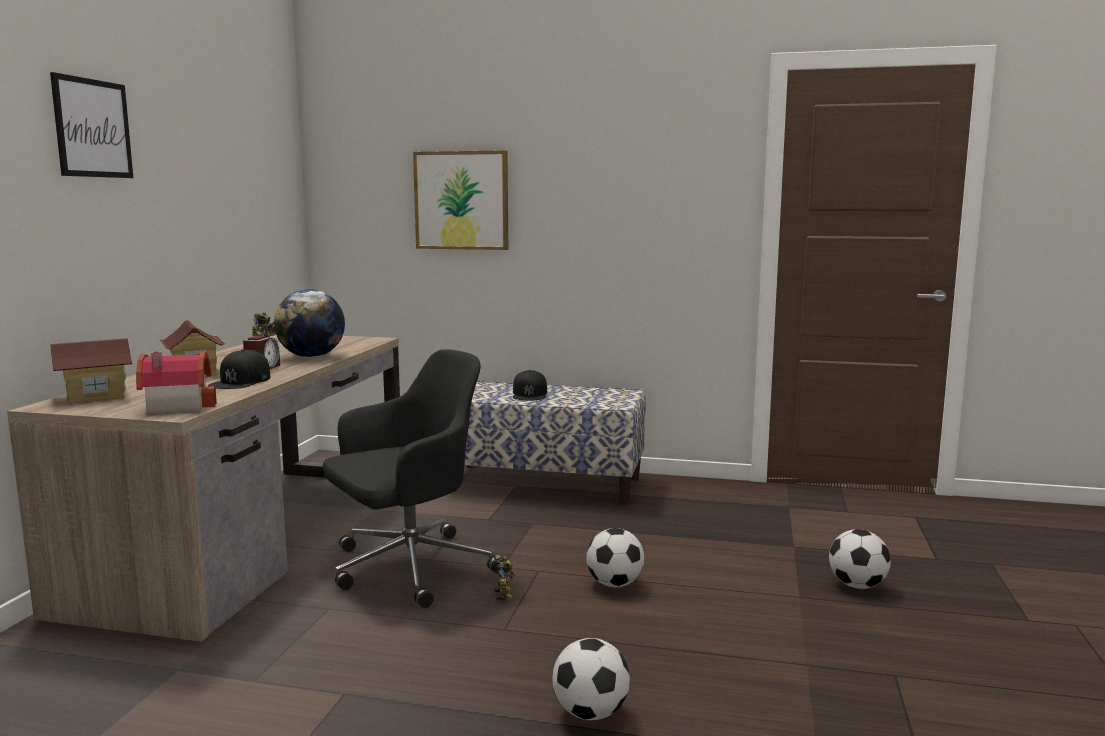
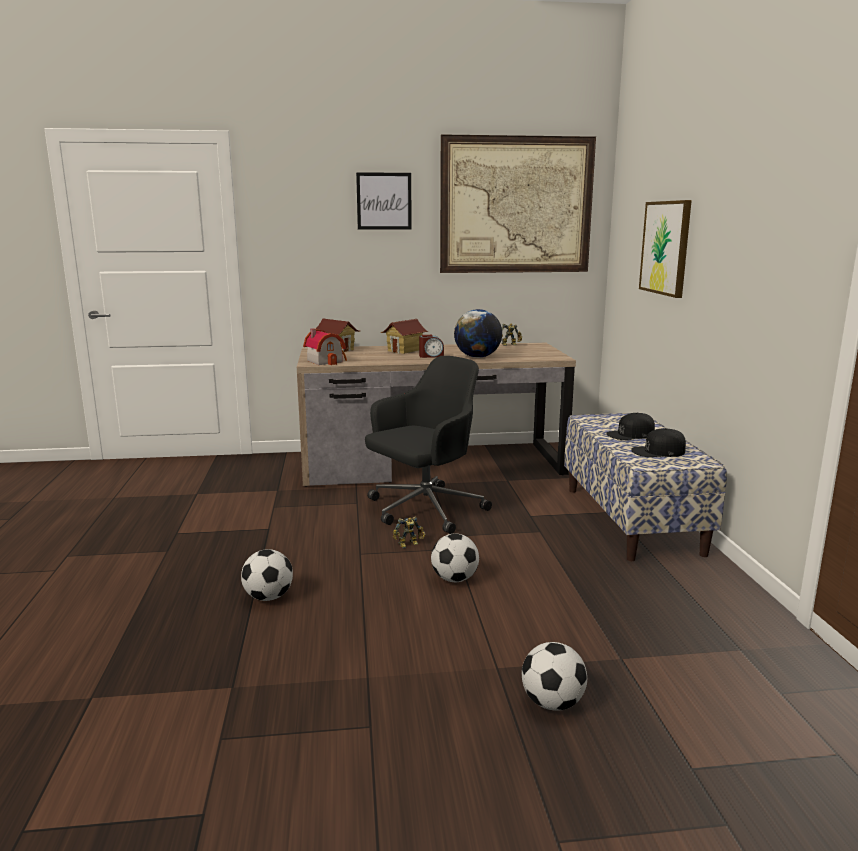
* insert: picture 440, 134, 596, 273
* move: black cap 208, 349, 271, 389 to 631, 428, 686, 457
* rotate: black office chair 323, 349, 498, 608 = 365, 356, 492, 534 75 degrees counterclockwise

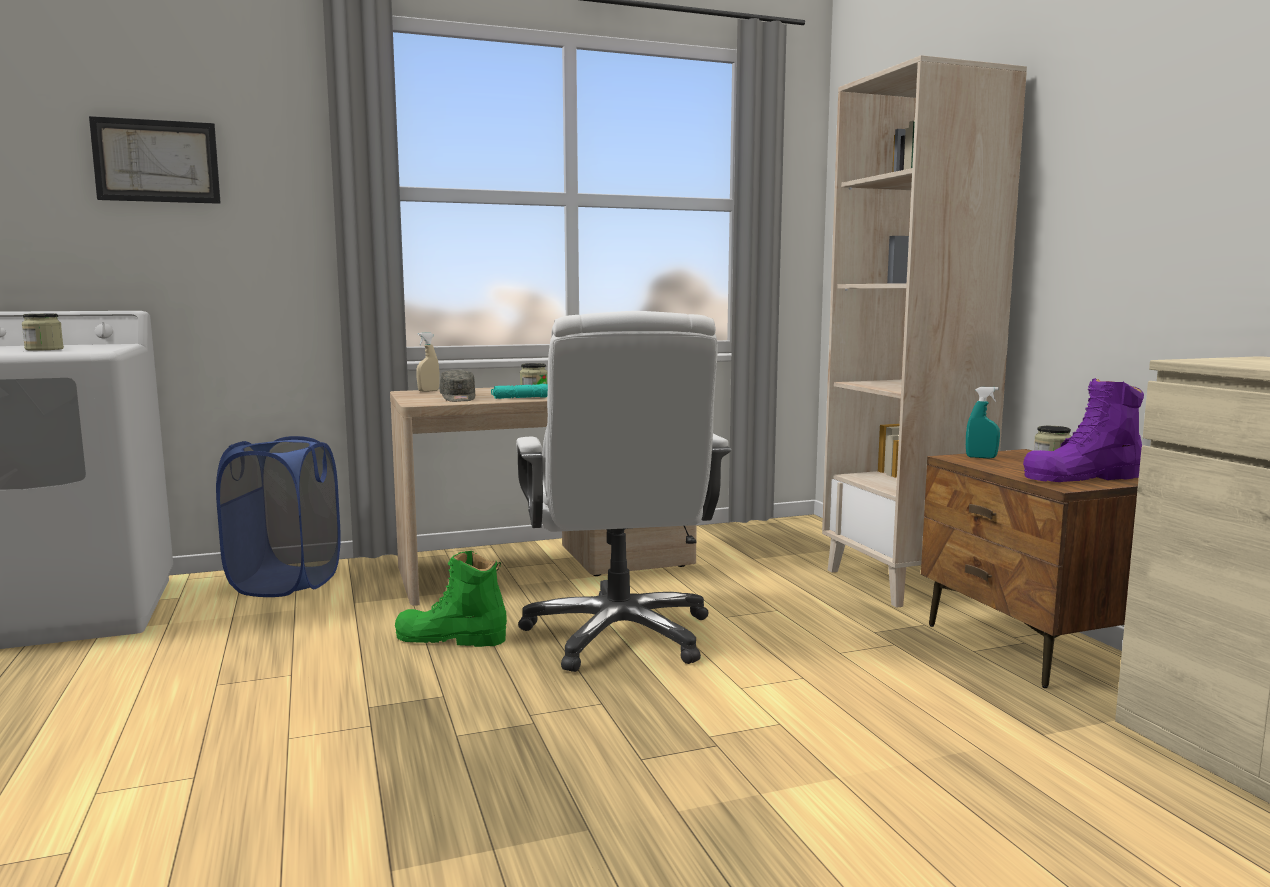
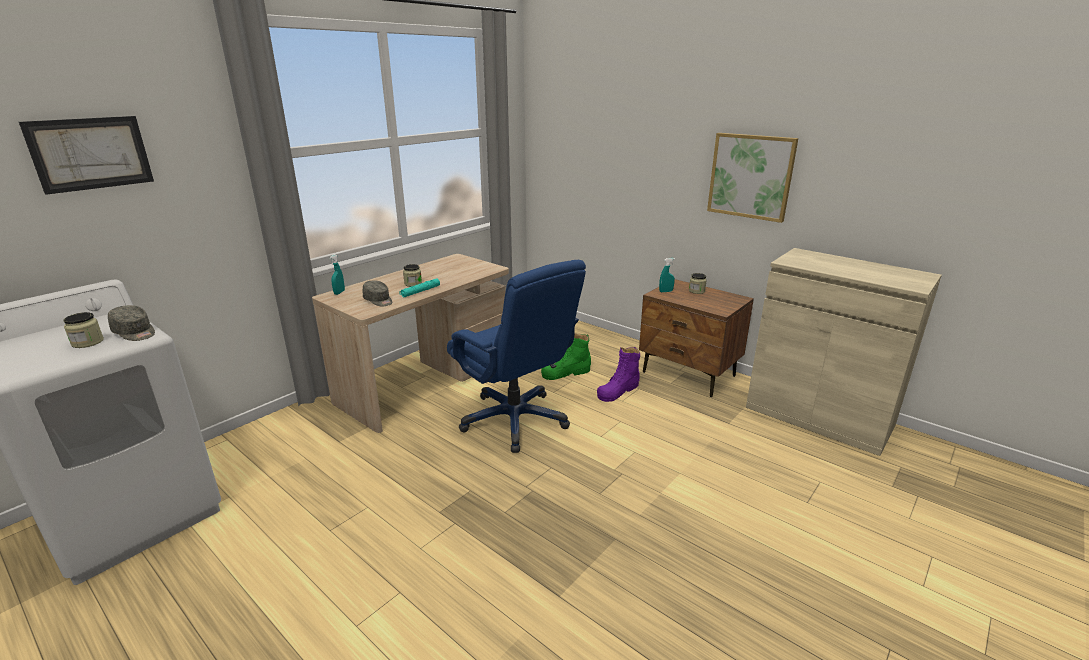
* delete: blue laundry basket 216, 436, 341, 597
* delete: beige bookcase 822, 55, 1027, 608
* insert: grey cap 108, 305, 155, 341
* insert: picture 707, 133, 798, 223
* move: green boot 395, 551, 507, 647 to 541, 333, 591, 380
* move: purple boot 1023, 378, 1144, 482 to 597, 347, 640, 402
* recolor: beige spray bottle 416, 332, 440, 392 to turquoise spray bottle 330, 254, 345, 295
* recolor: white office chair 516, 311, 731, 672 to blue office chair 447, 260, 586, 453

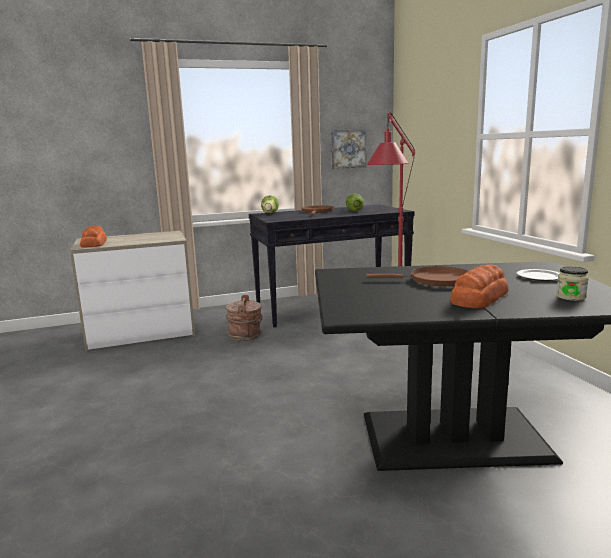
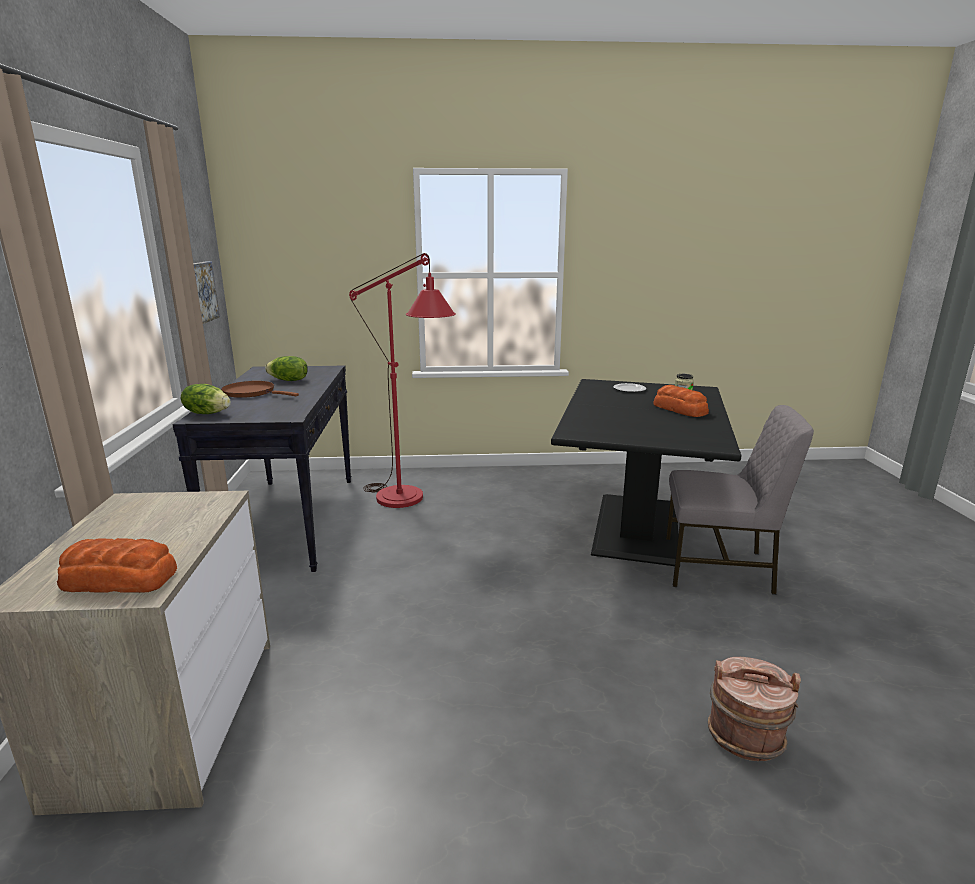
* delete: brown frying pan 366, 266, 468, 286
* insert: grey chair 666, 405, 814, 595
* move: brown bucket 225, 295, 262, 341 to 708, 657, 801, 761

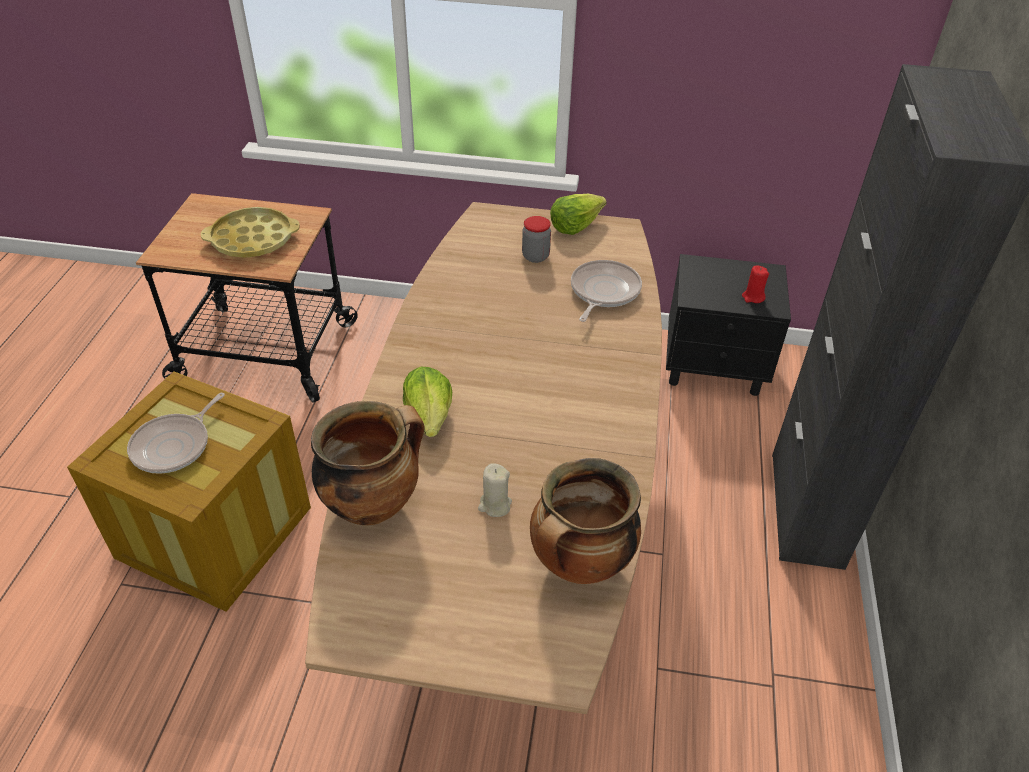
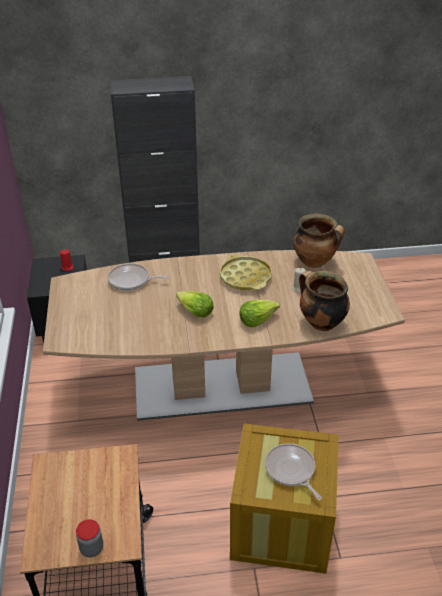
* move: yellow tray 201, 207, 300, 258 to 220, 255, 272, 290
* move: jar 522, 216, 551, 263 to 76, 519, 103, 558
* move: lettuce 550, 194, 607, 235 to 176, 291, 214, 317
* rotate: frying pan 127, 393, 225, 474 = 265, 443, 322, 500 135 degrees counterclockwise

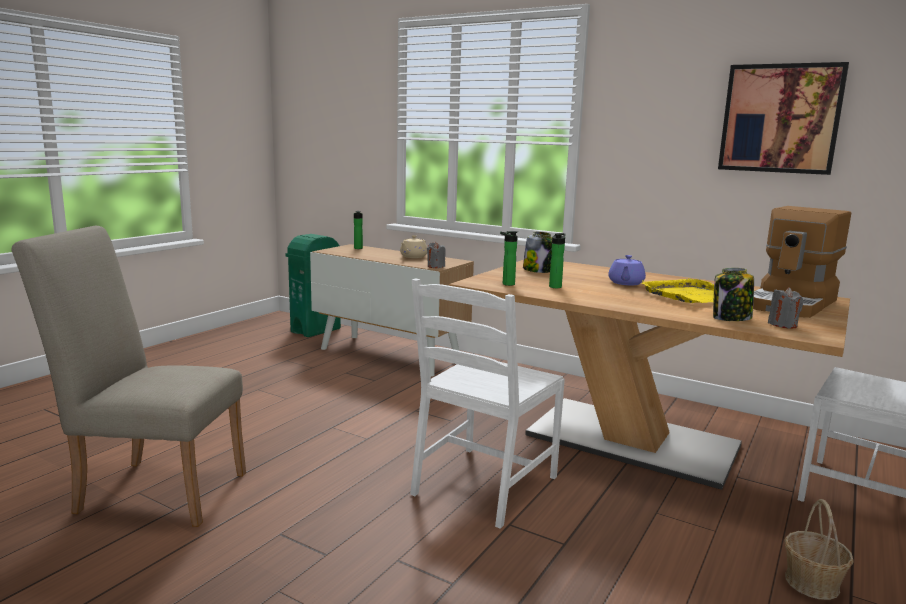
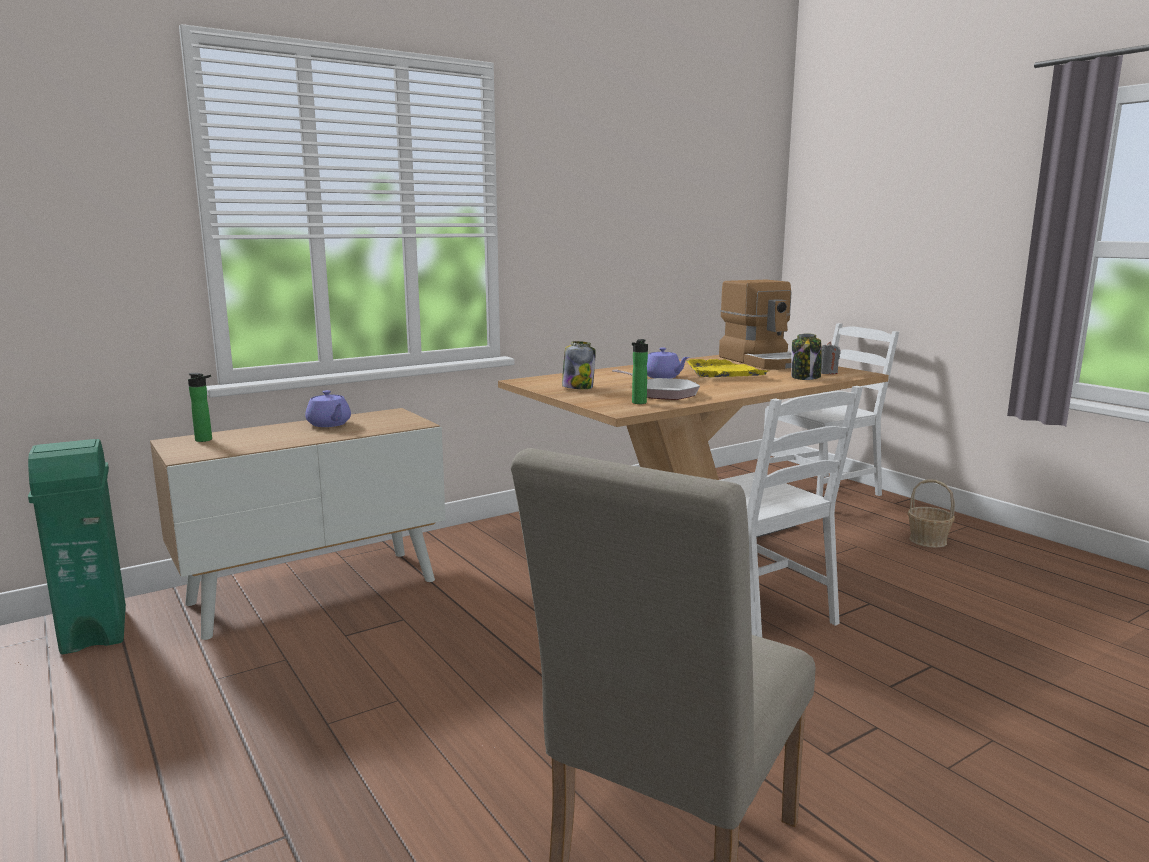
* delete: grey candle 427, 242, 446, 268
* delete: picture 718, 62, 849, 175
* replace: bottle 549, 233, 565, 288 to frying pan 612, 369, 700, 400
* recolor: beige teapot 400, 235, 427, 258 to purple teapot 305, 390, 351, 427

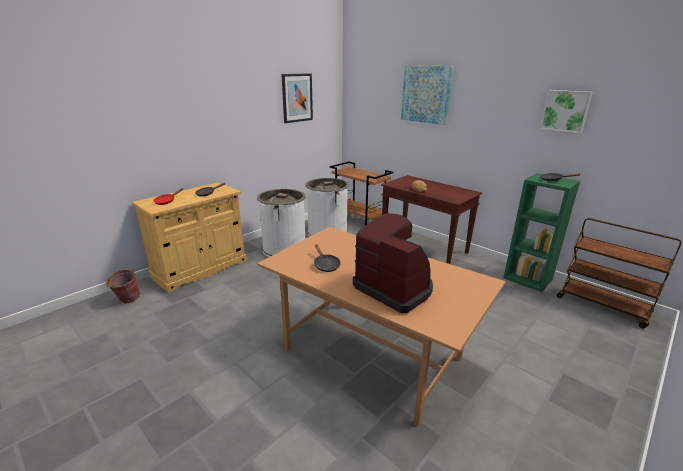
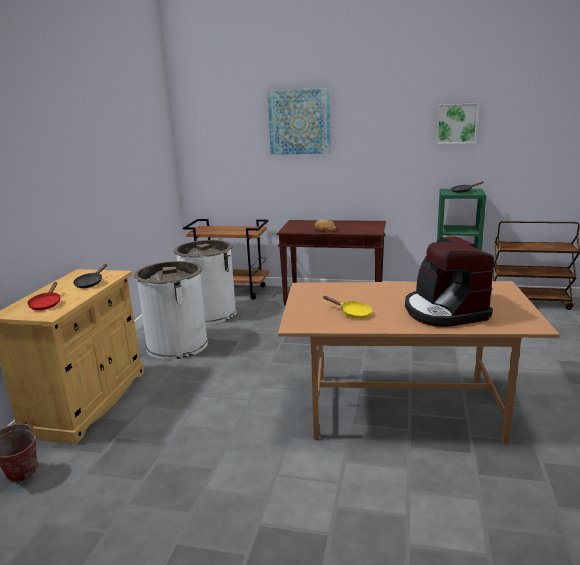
* delete: picture 281, 73, 313, 123
* recolor: black frying pan 314, 244, 341, 272 to yellow frying pan 323, 296, 372, 319
* rotate: coffee machine 353, 213, 433, 313 = 405, 236, 494, 327 120 degrees counterclockwise

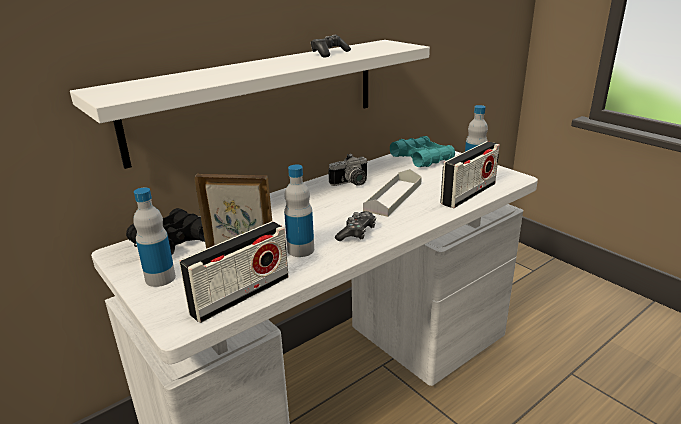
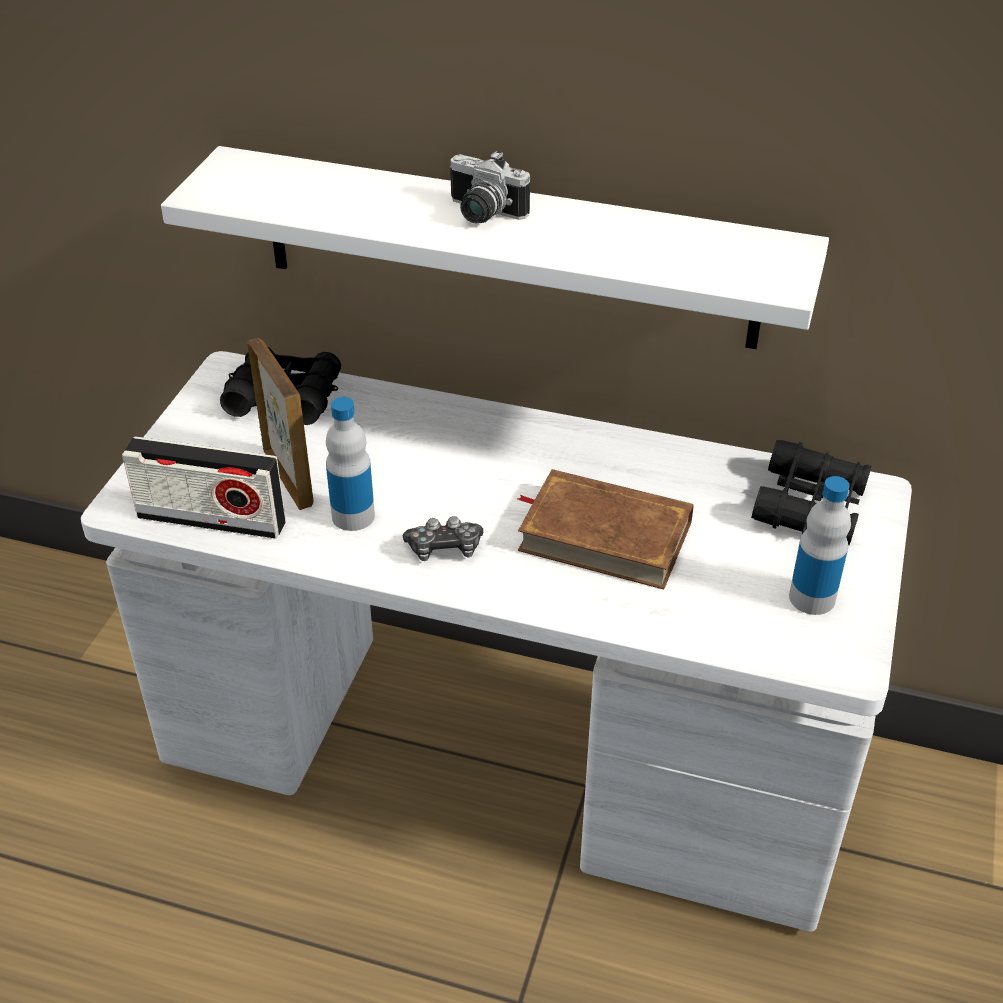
* delete: bottle 134, 187, 176, 287
* delete: game controller 310, 35, 351, 57
* delete: radio 440, 141, 500, 208
* move: photo camera 328, 154, 367, 186 to 449, 151, 530, 223
* replace: grey tray 363, 169, 422, 217 to brown book 517, 469, 694, 589
* recolor: turquoise binoculars 390, 136, 455, 167 to black binoculars 751, 440, 871, 545

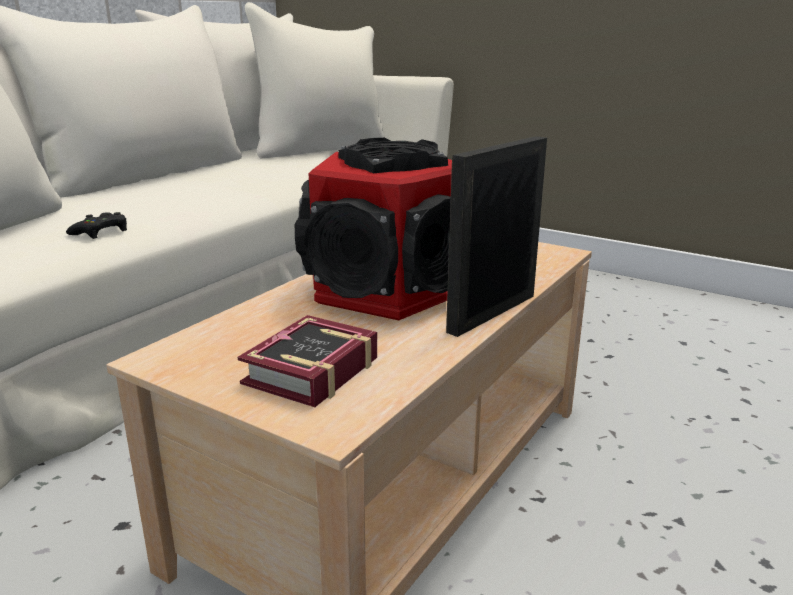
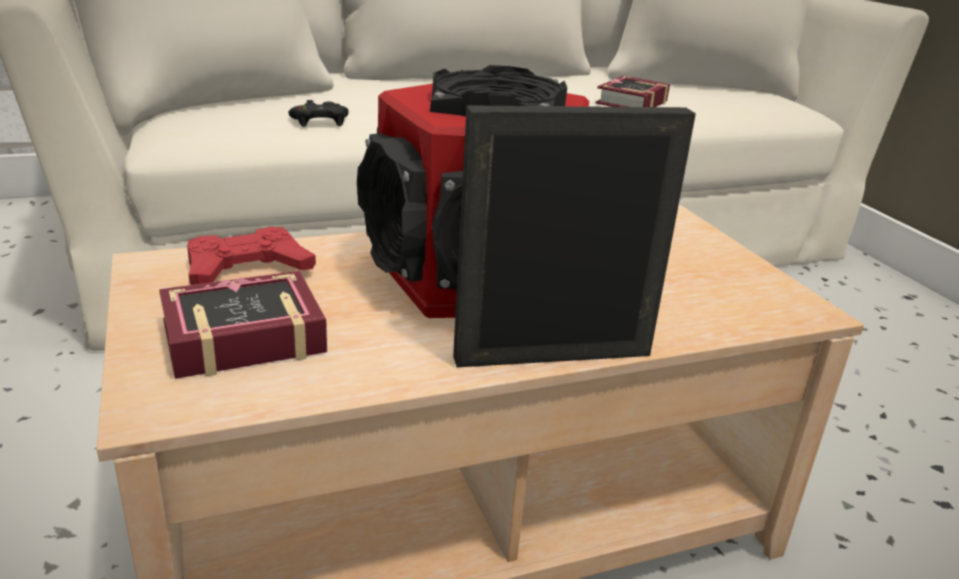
* insert: red game controller 187, 227, 316, 285
* insert: book 595, 76, 670, 107

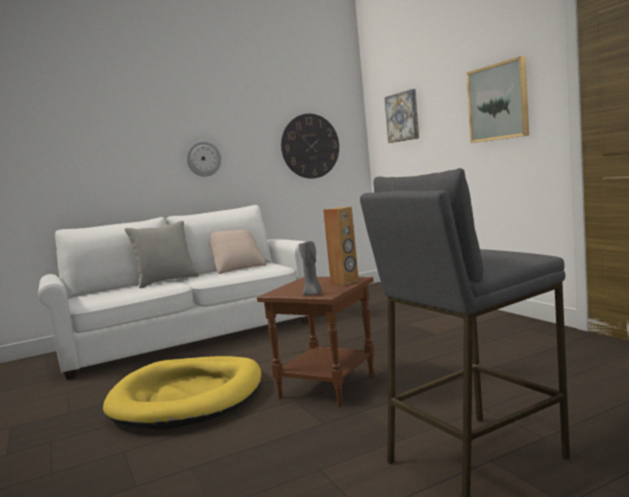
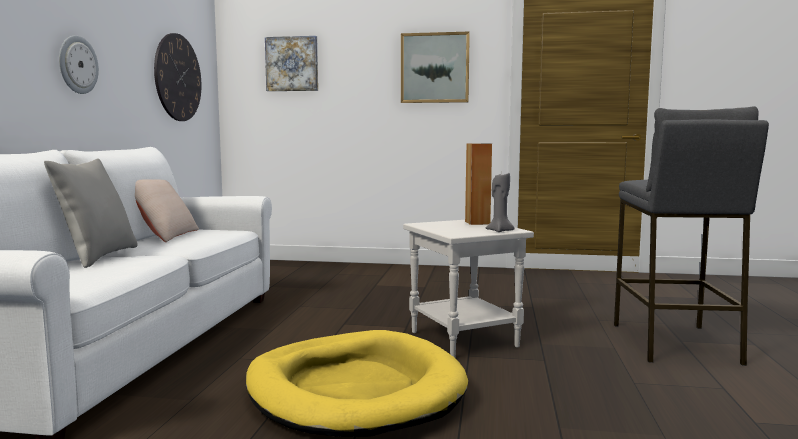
* recolor: brown side table 257, 277, 374, 407 to white side table 403, 220, 534, 358

